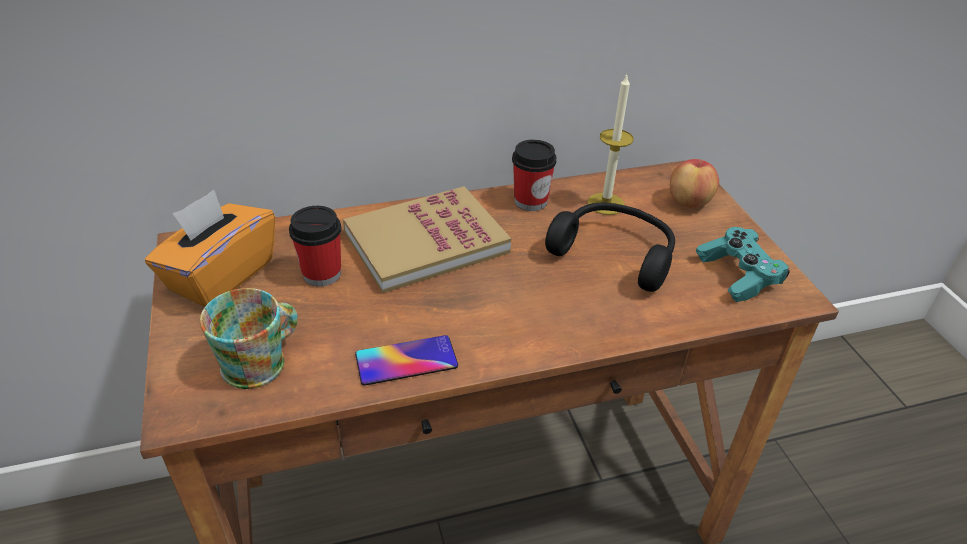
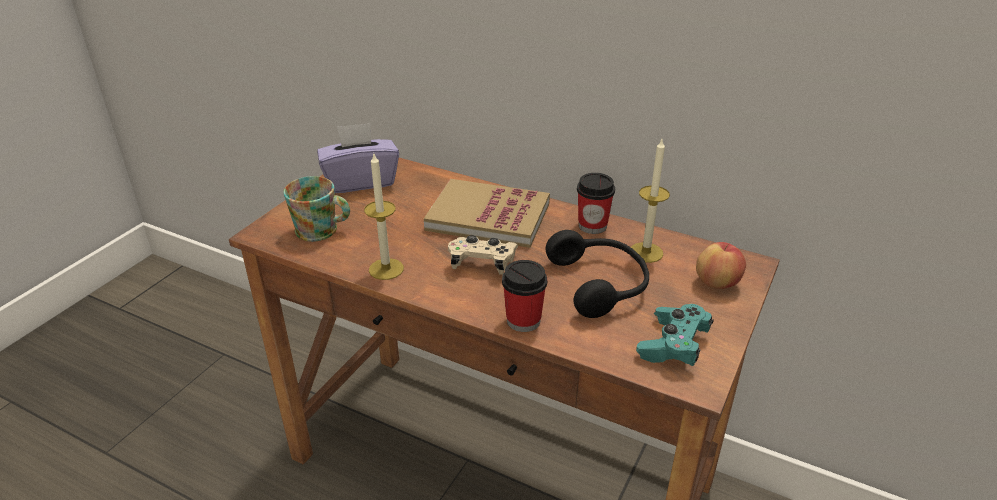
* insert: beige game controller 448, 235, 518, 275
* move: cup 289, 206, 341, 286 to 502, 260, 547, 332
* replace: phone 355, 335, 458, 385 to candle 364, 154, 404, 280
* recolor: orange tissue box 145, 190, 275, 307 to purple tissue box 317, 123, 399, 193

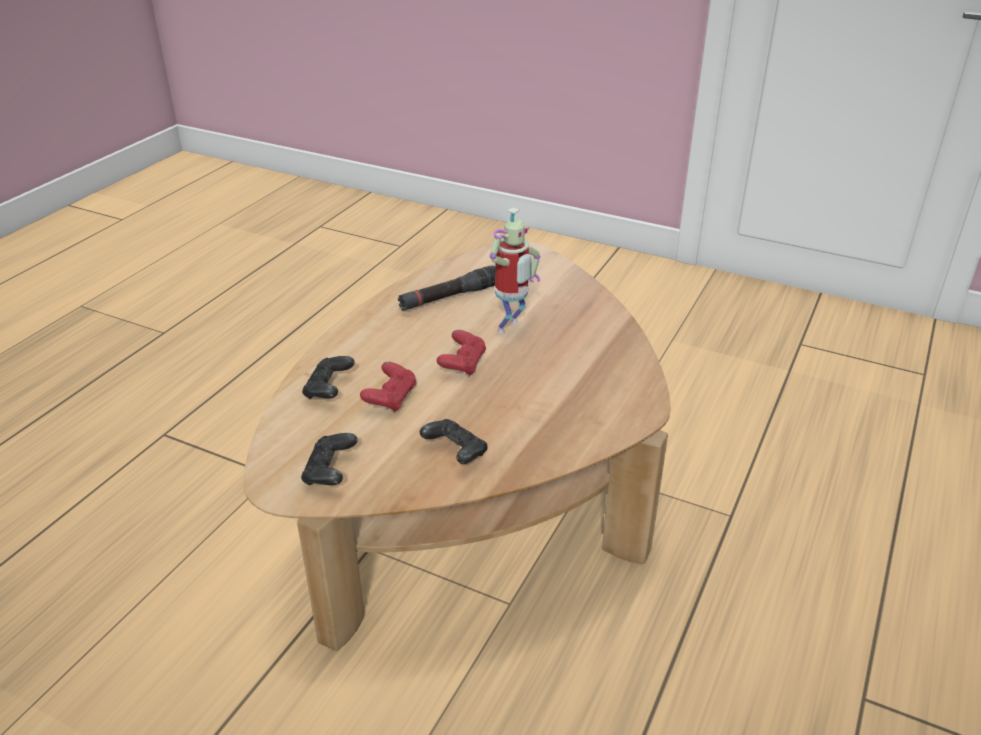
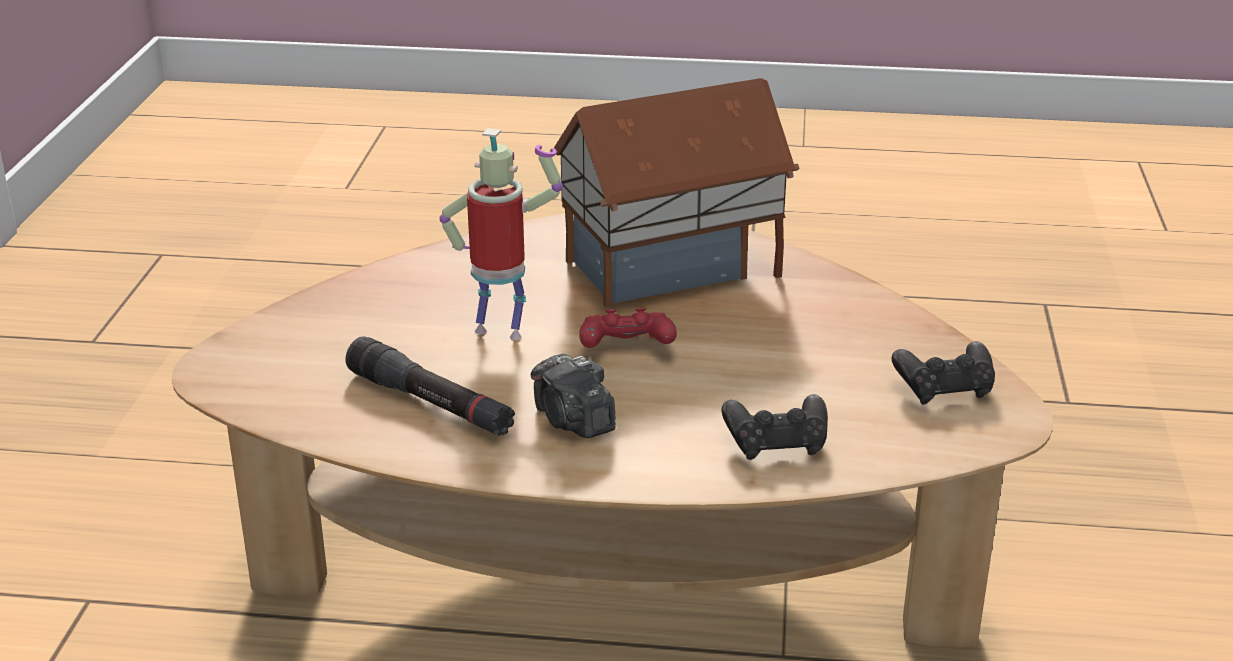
* delete: red game controller 360, 362, 417, 412
* delete: black game controller 420, 419, 488, 464
* insert: photo camera 531, 353, 616, 438
* insert: toy house 550, 78, 800, 307

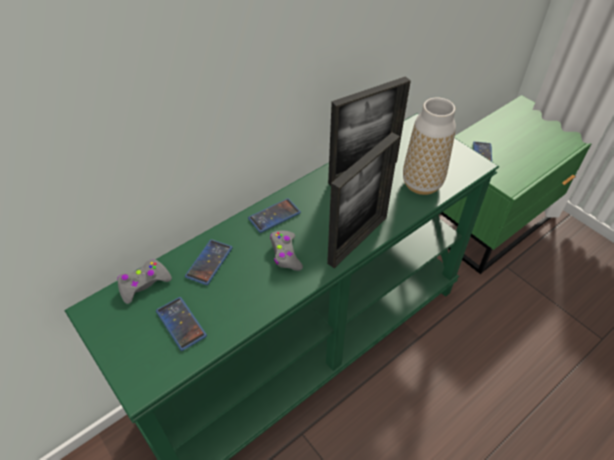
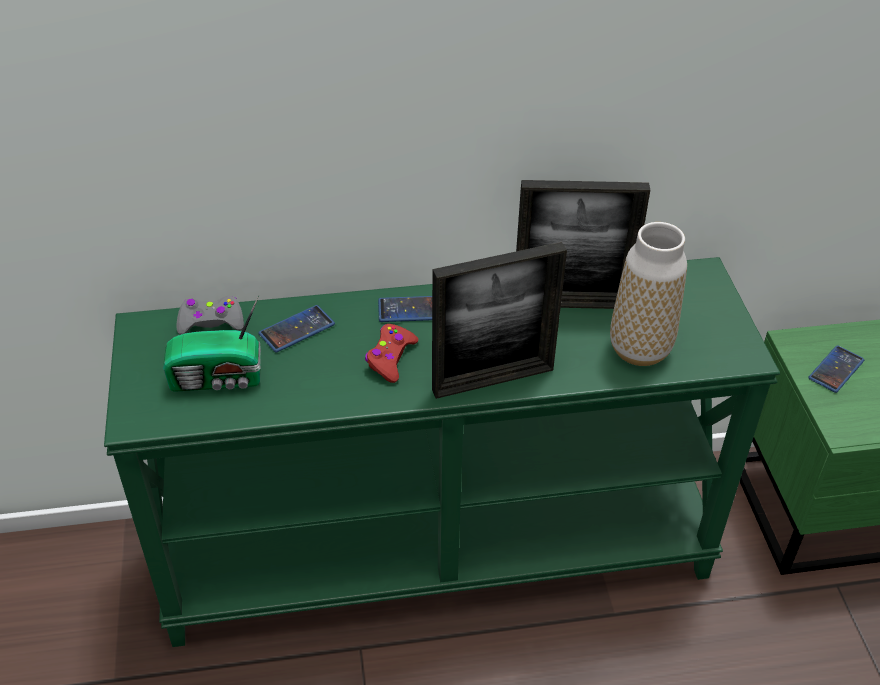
* replace: phone 156, 297, 207, 351 to radio 163, 295, 261, 392
* recolor: grey game controller 270, 231, 303, 271 to red game controller 365, 324, 419, 383

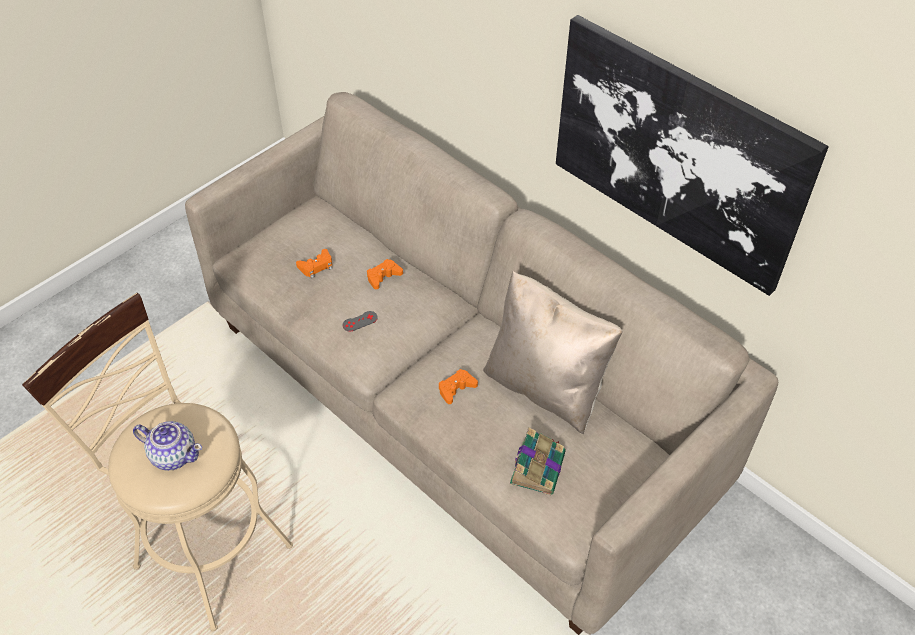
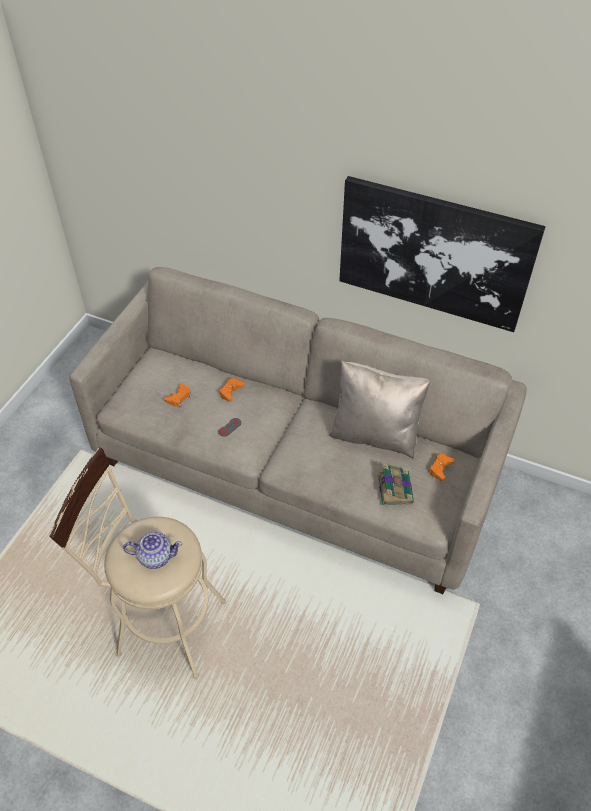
* move: orange game controller 439, 369, 478, 404 to 429, 454, 454, 481

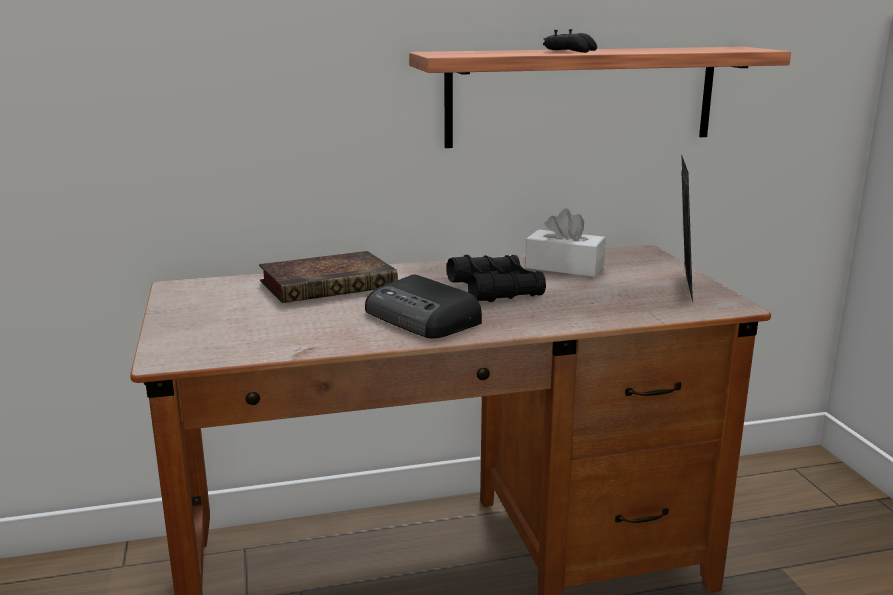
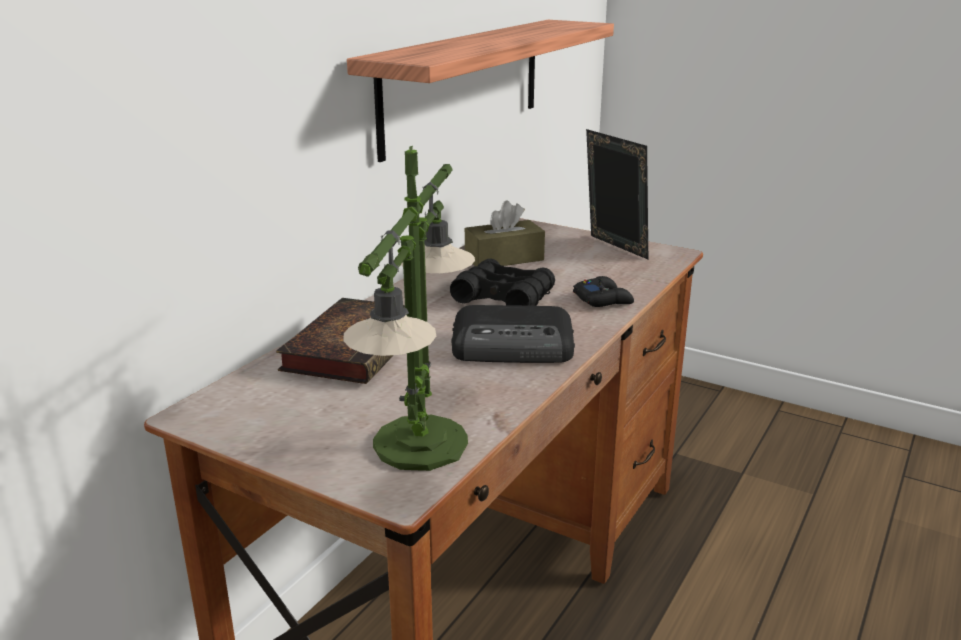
* insert: table lamp 343, 146, 475, 471
* move: black game controller 543, 29, 597, 53 to 573, 276, 634, 307
* recolor: white tissue box 525, 208, 606, 277 to brown tissue box 465, 200, 545, 266

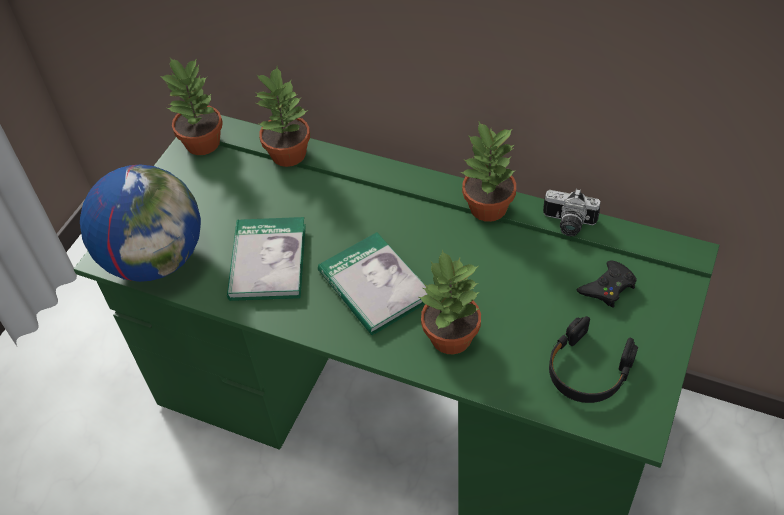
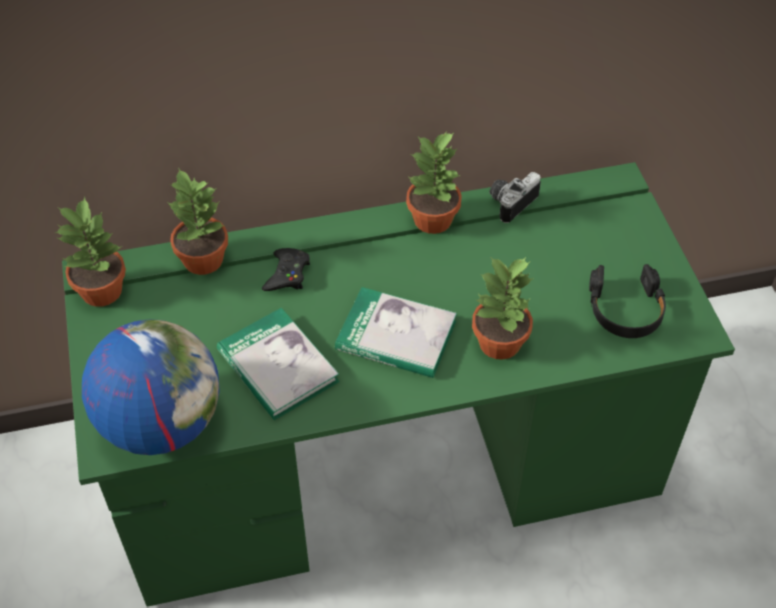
* move: black game controller 576, 260, 637, 308 to 262, 248, 310, 291
* rotate: photo camera 543, 189, 600, 236 = 490, 172, 541, 223 150 degrees clockwise

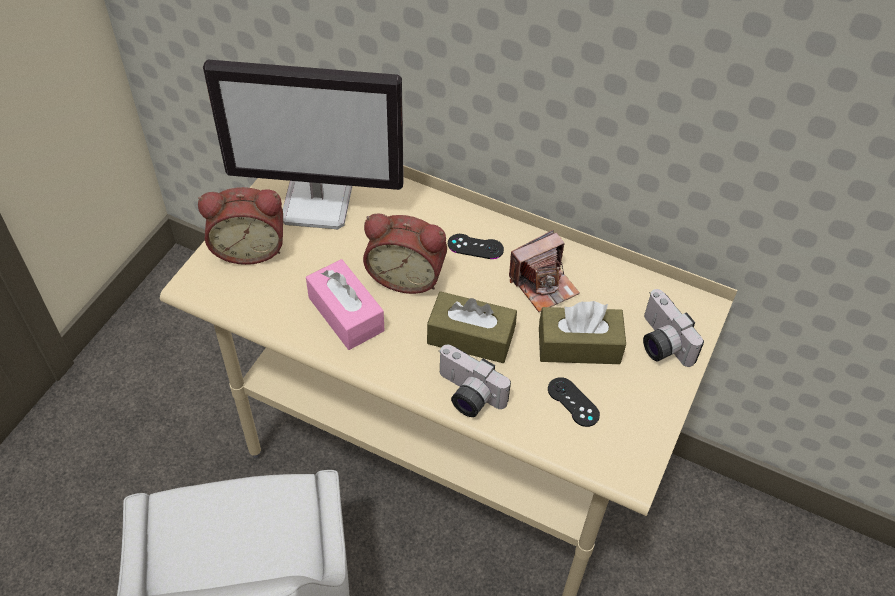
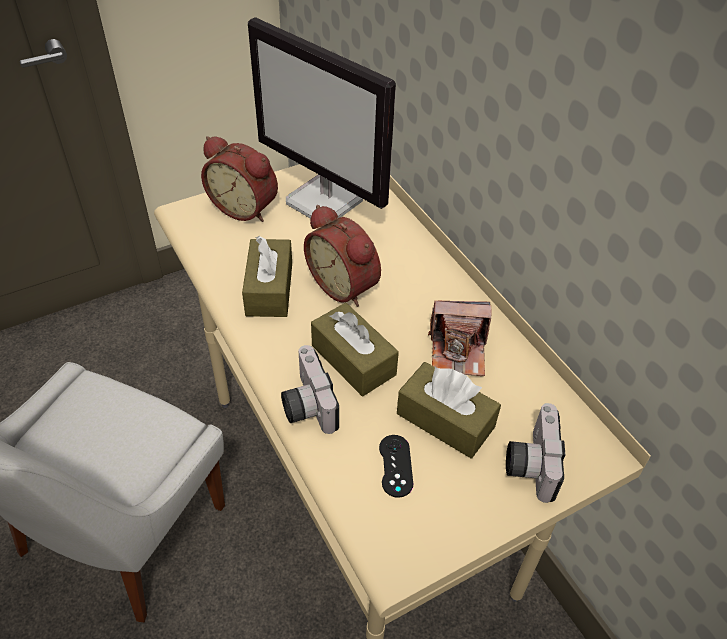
* delete: black game controller 448, 234, 504, 259
* recolor: pink tissue box 306, 259, 384, 350 to brown tissue box 242, 236, 292, 317

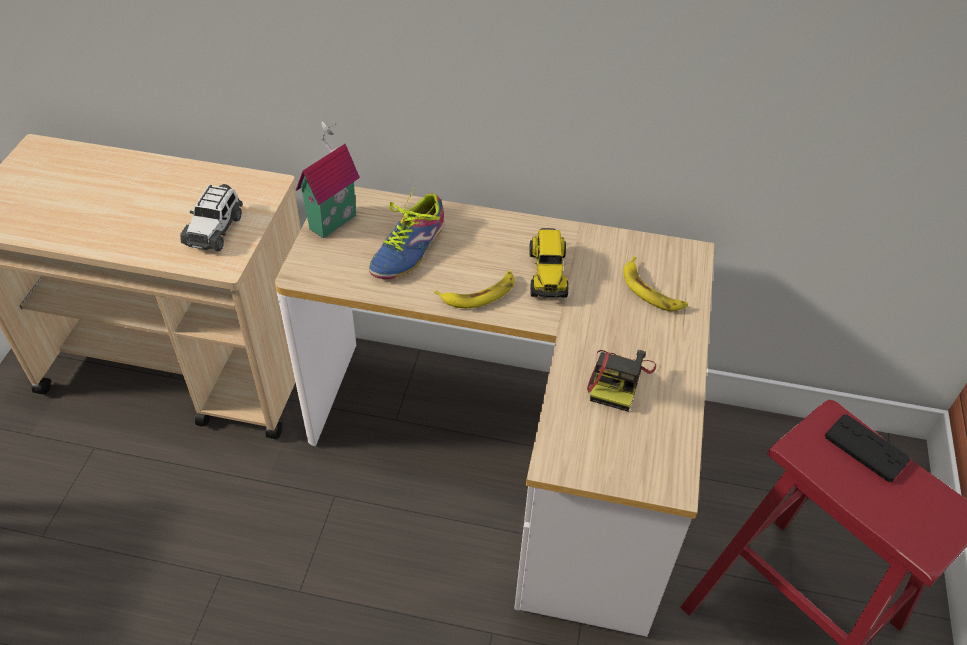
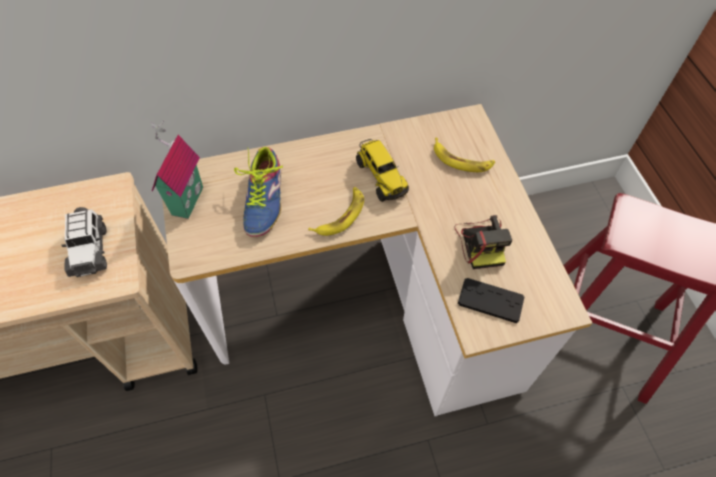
* move: black game controller 825, 414, 911, 482 to 458, 278, 525, 323

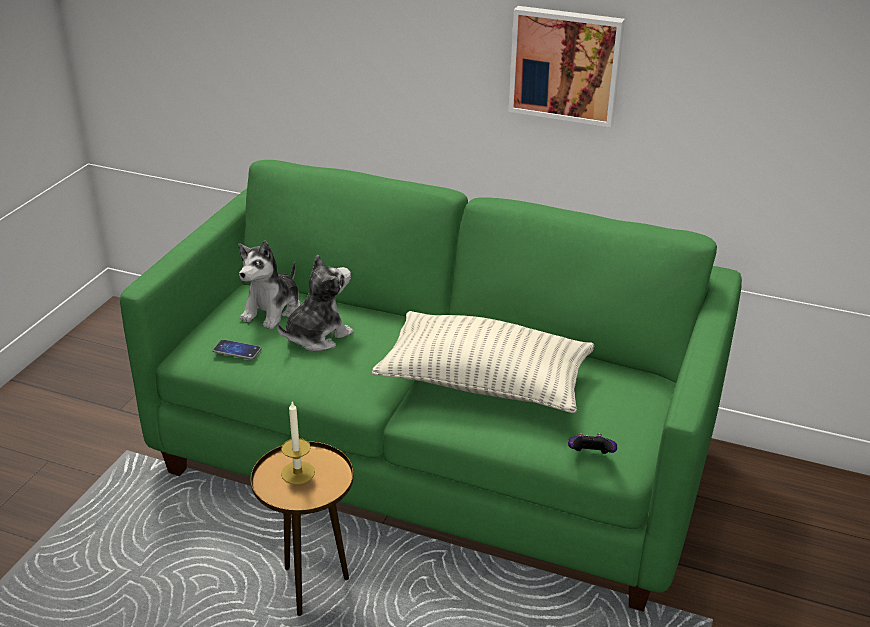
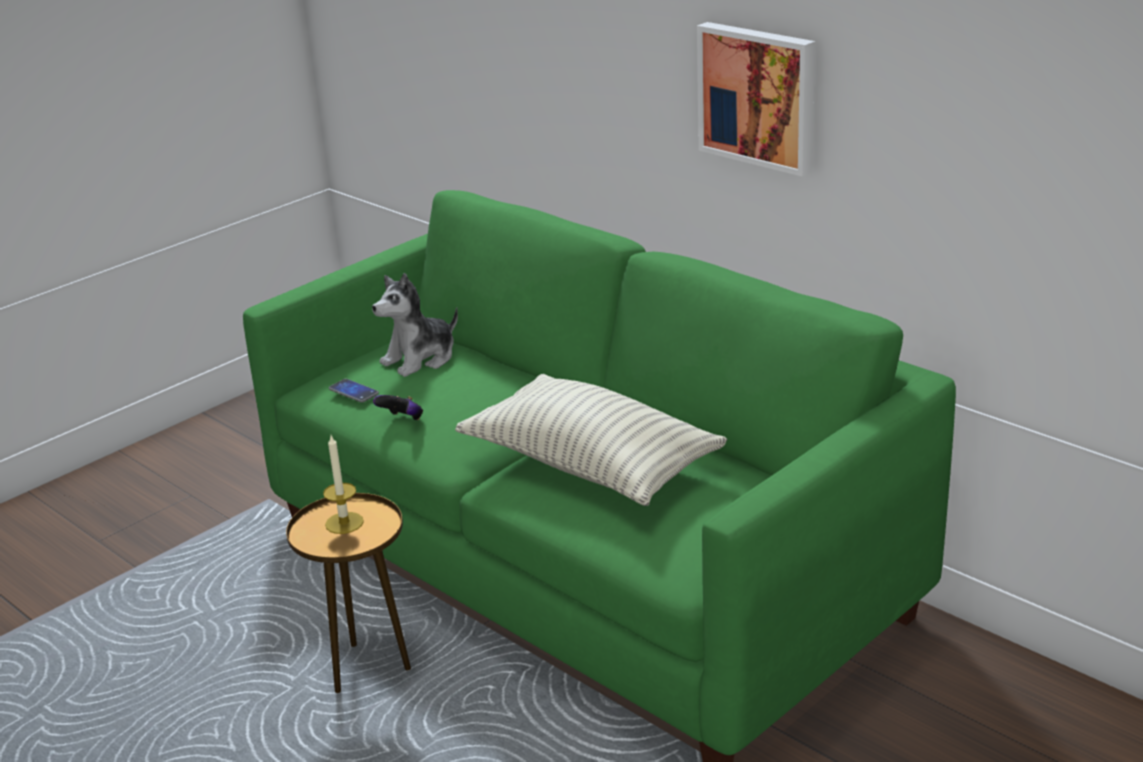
* delete: plush toy 277, 254, 354, 351
* move: game controller 568, 434, 617, 454 to 373, 395, 423, 420

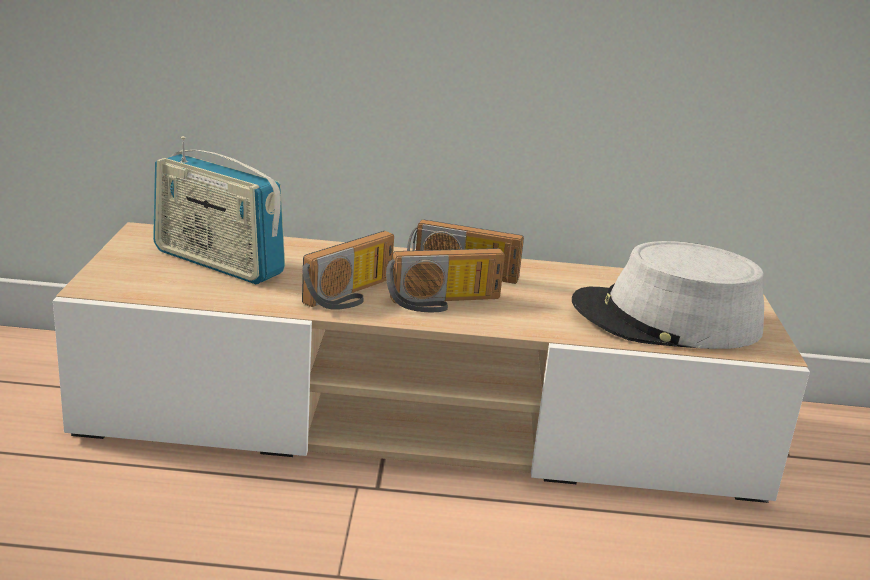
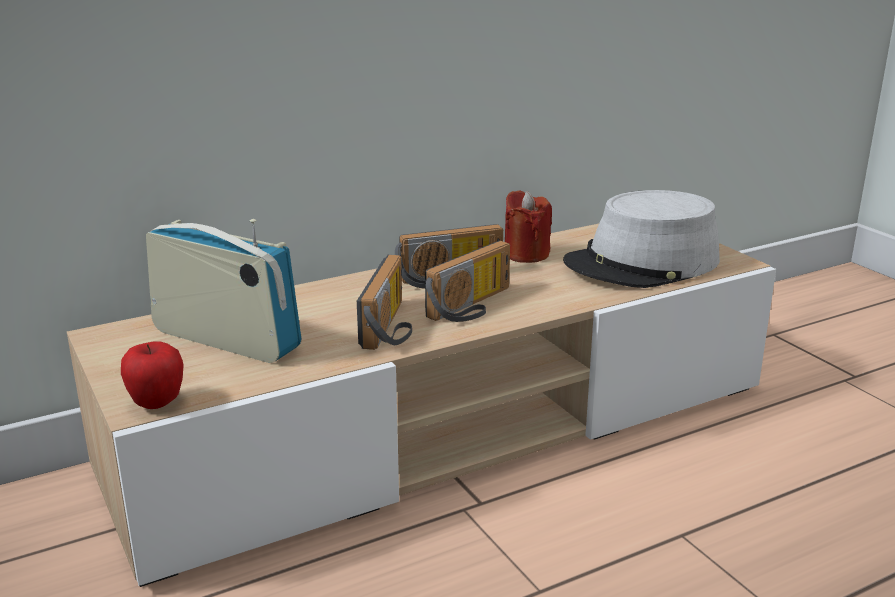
* insert: apple 121, 342, 184, 409
* insert: red candle 505, 191, 552, 263
* rotate: radio 153, 136, 285, 284 = 146, 219, 301, 363 150 degrees counterclockwise

